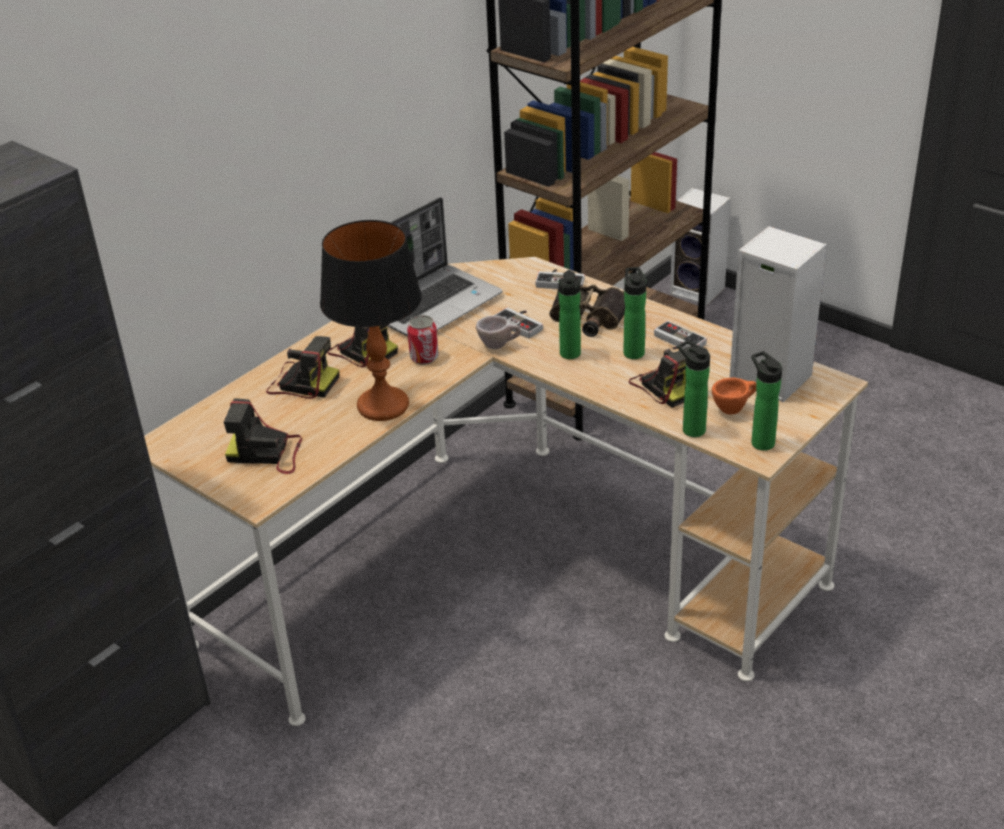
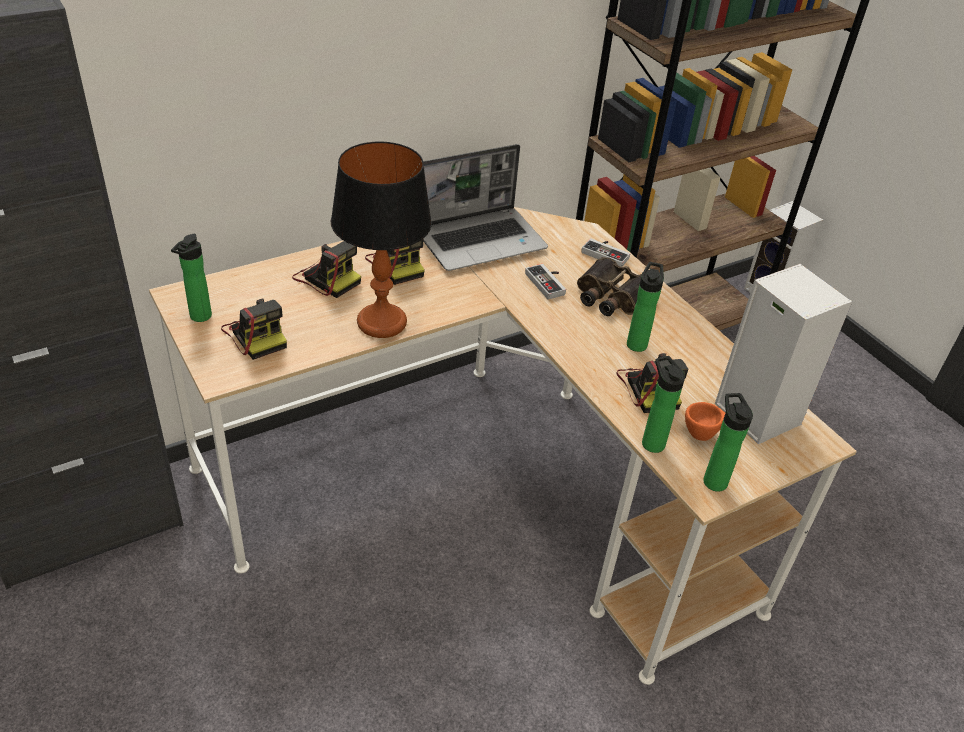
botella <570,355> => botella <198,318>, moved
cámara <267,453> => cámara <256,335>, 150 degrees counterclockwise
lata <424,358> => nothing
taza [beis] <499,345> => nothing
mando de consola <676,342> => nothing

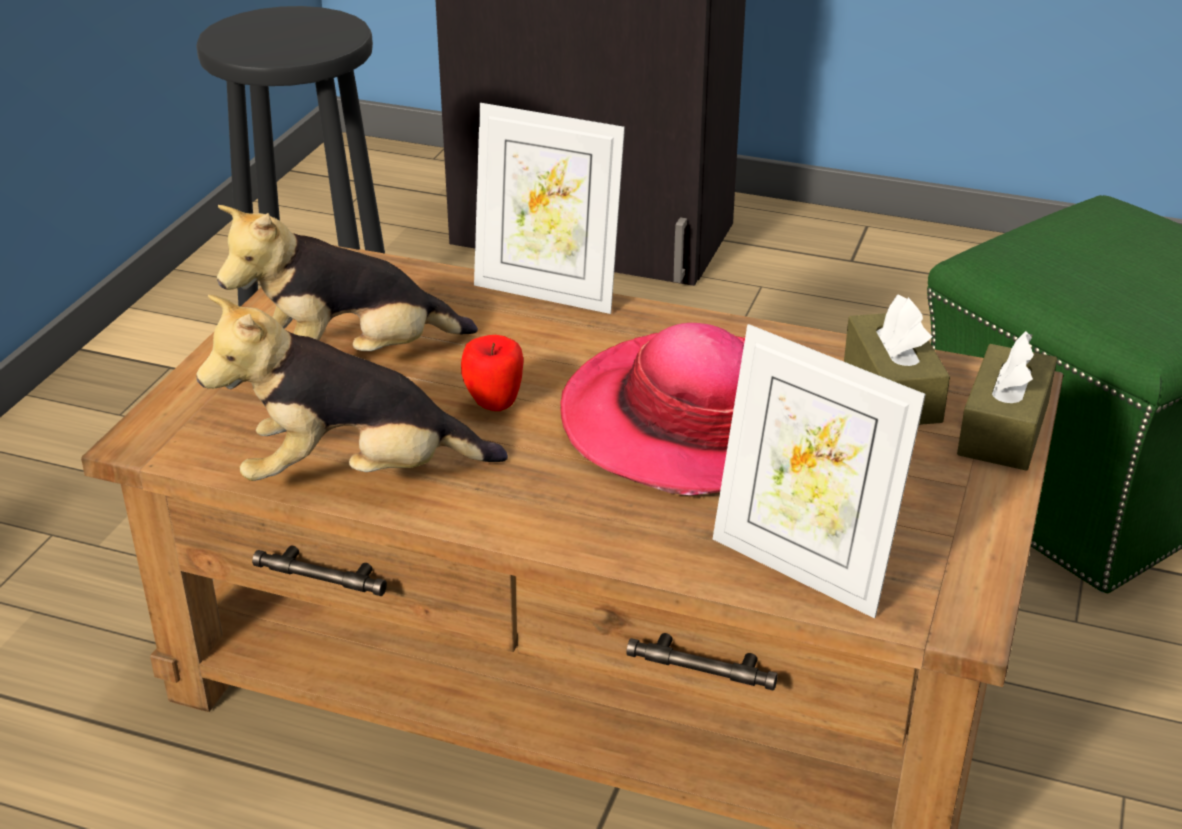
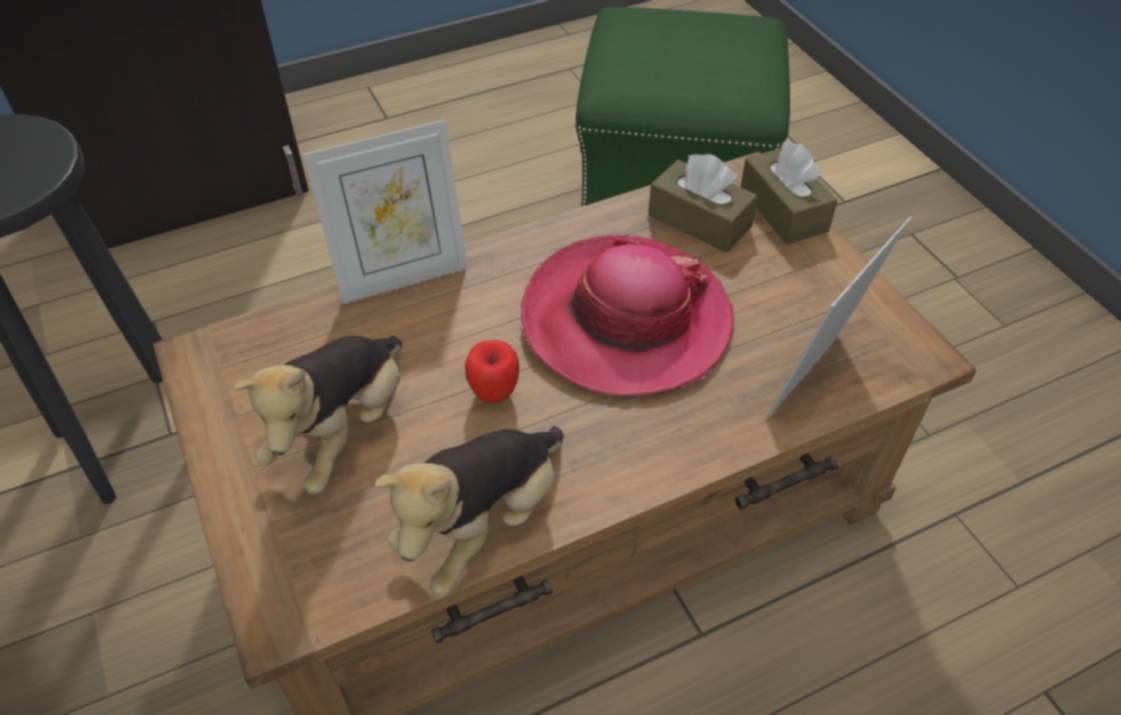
portarretratos <802,567> => portarretratos <816,381>, 135 degrees clockwise

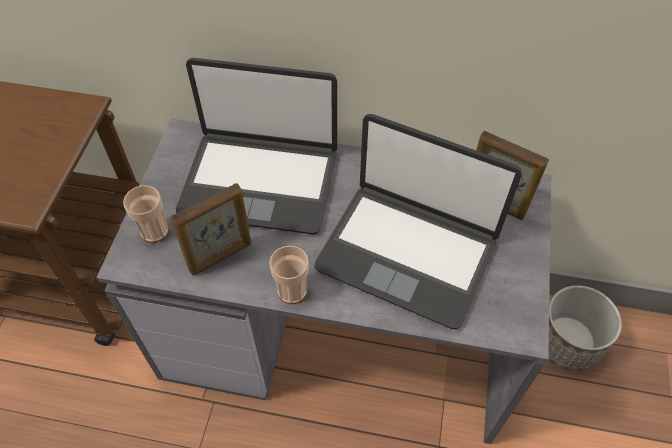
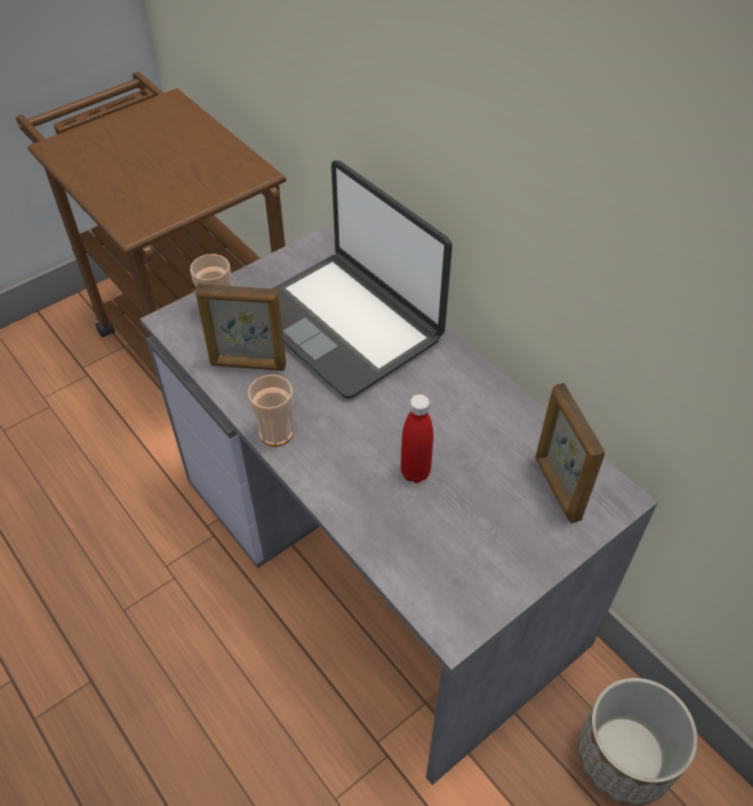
portátil <407,253> => botella [rojo] <415,472>

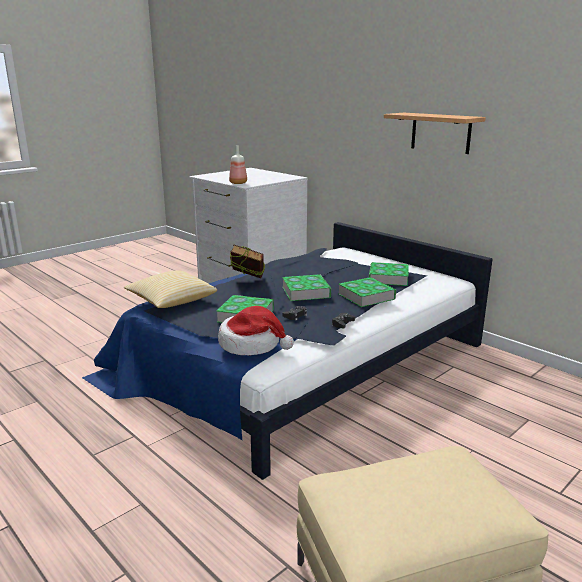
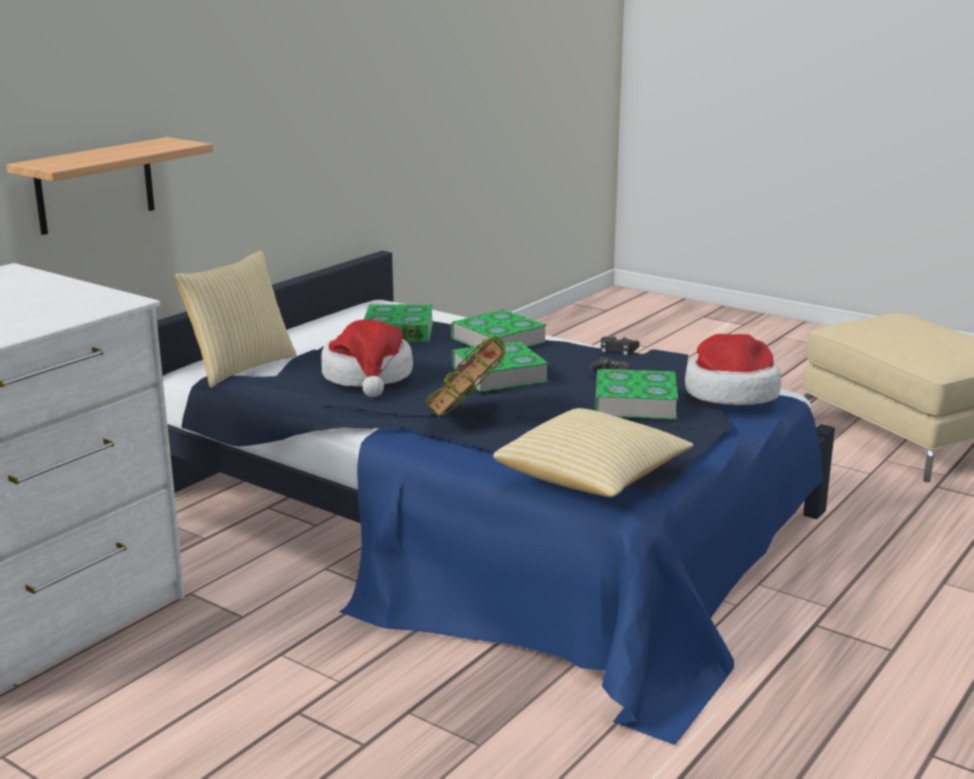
estante <440,133> => estante <95,186>, moved
nothing => cojín <240,368>
nothing => sombrero <368,377>
botella <238,183> => nothing

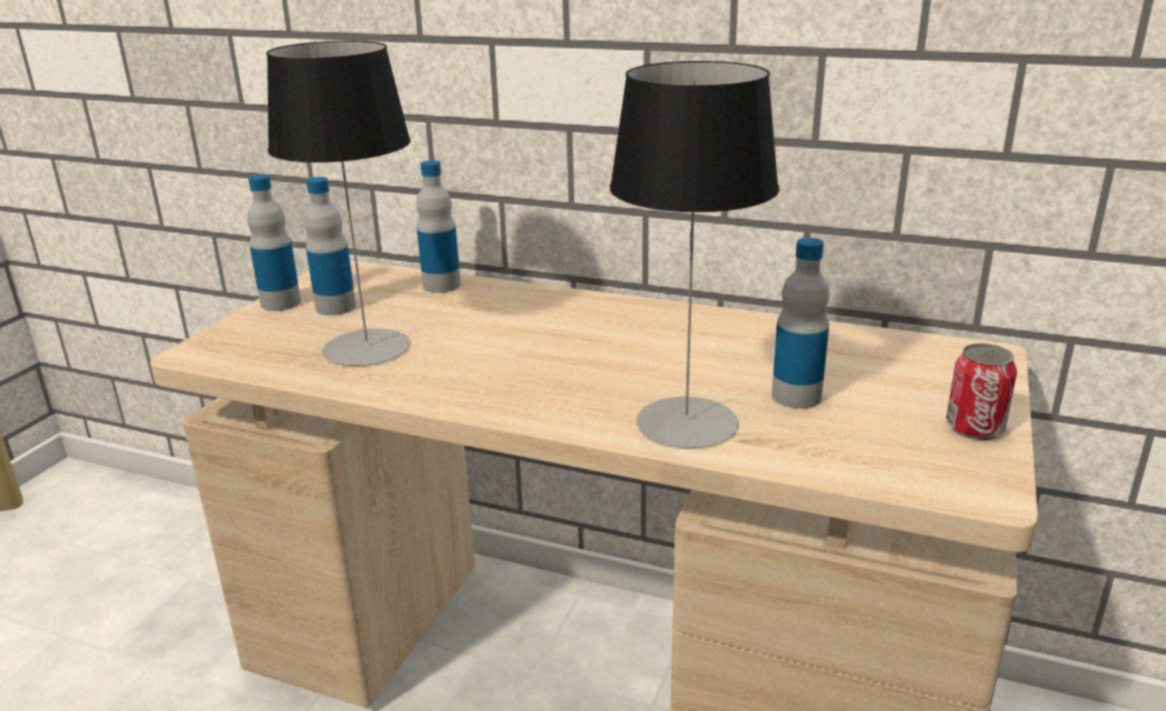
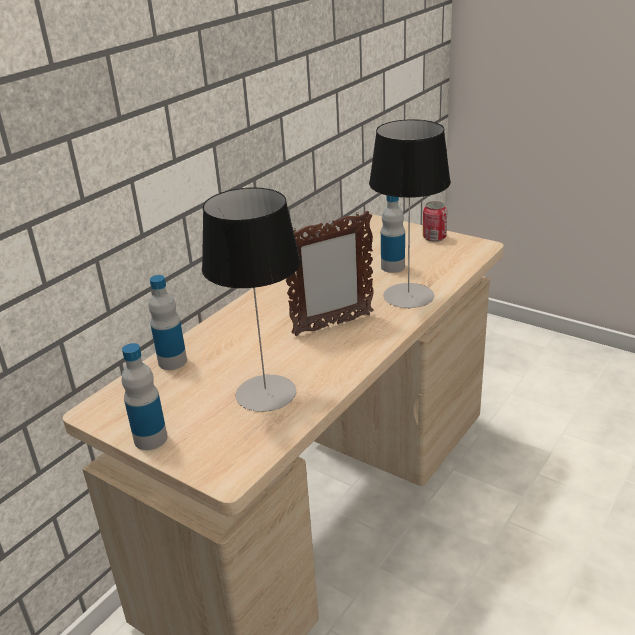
nothing => portarretratos <332,325>
botella <335,307> => nothing

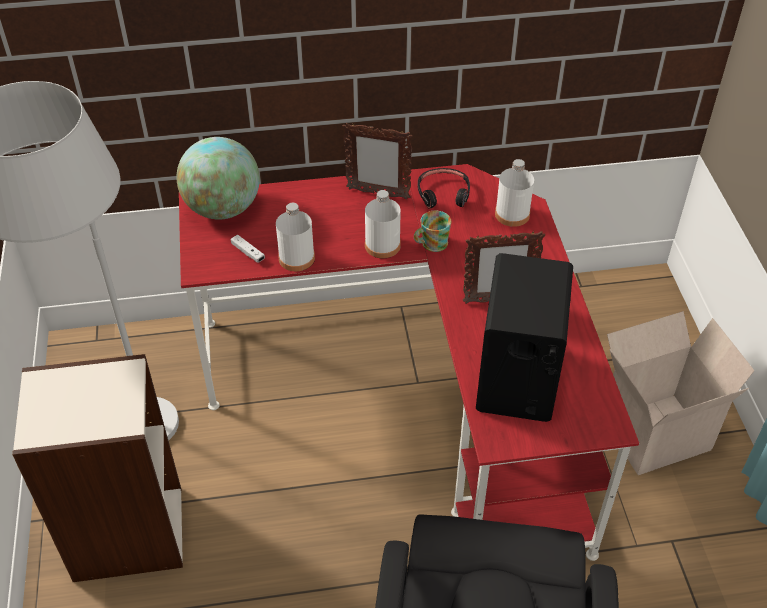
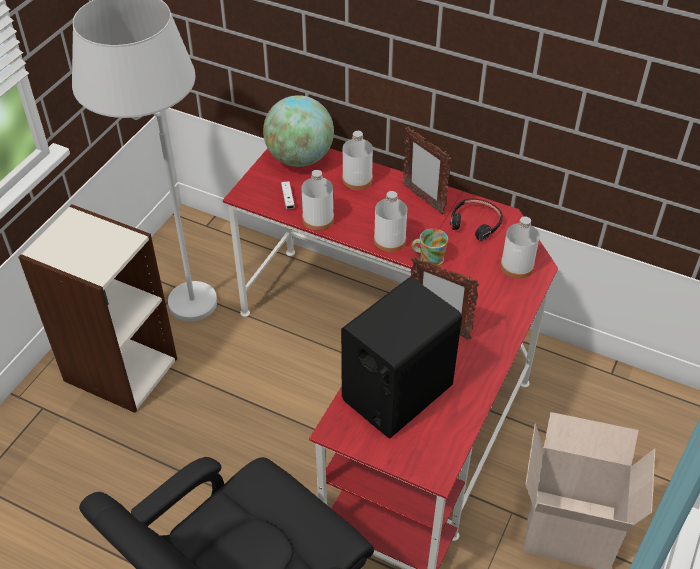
nothing => botella [blanco] <357,180>

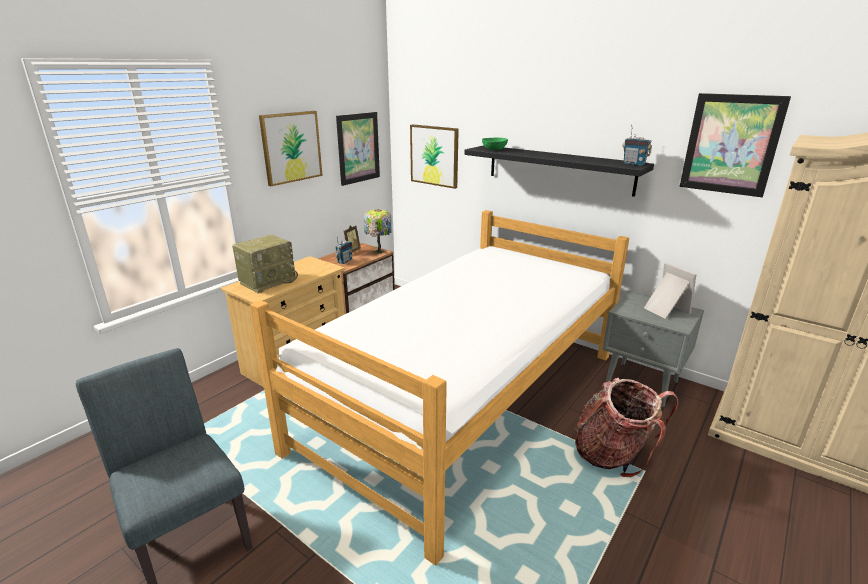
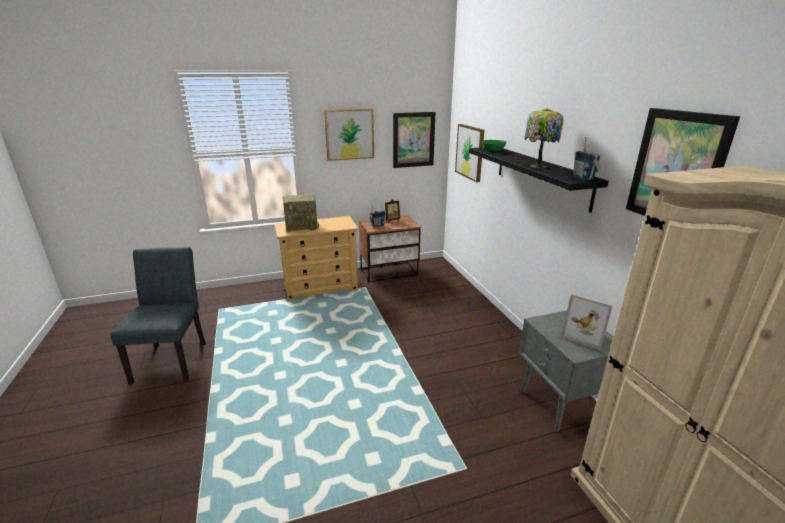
lámpara de mesa <378,252> => lámpara de mesa <537,166>, moved
portarretratos <664,310> => portarretratos <585,335>, 120 degrees clockwise
cama <467,399> => nothing
mochila <613,454> => nothing

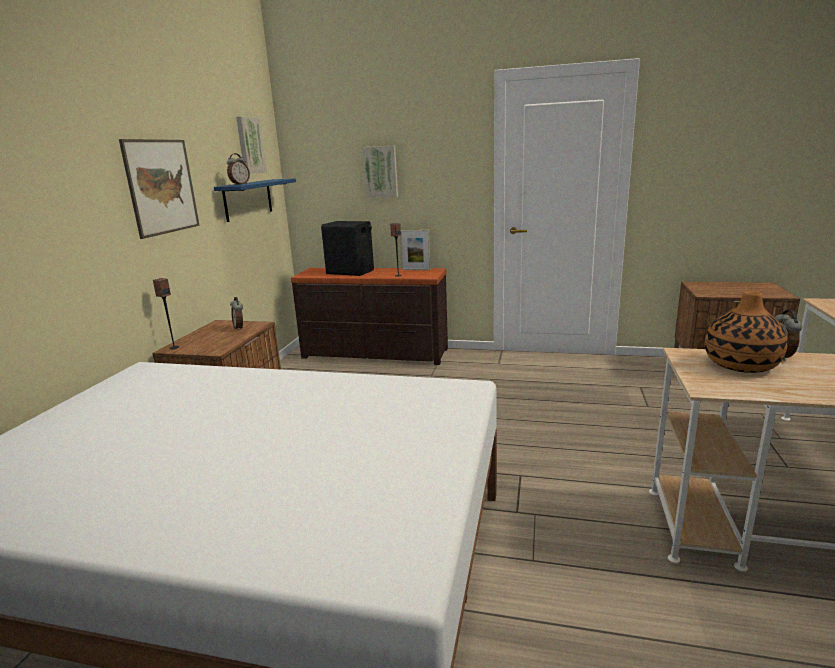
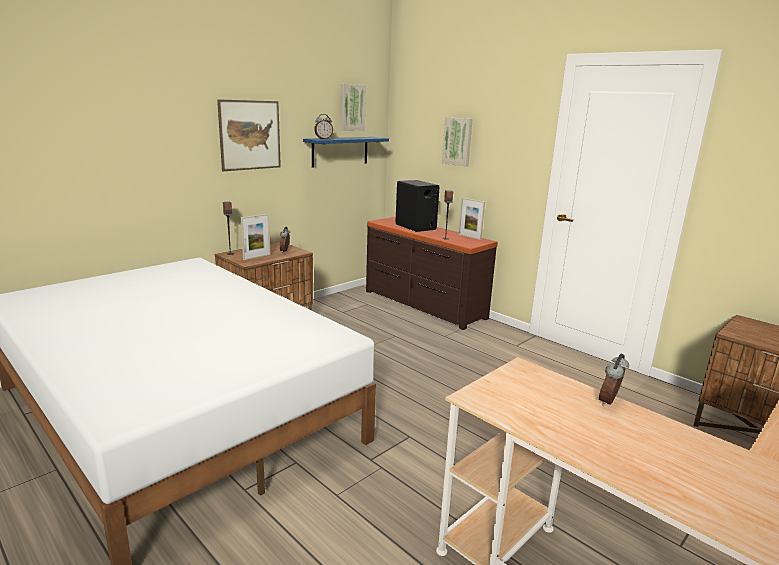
nothing => portarretratos <257,257>
florero <740,364> => nothing

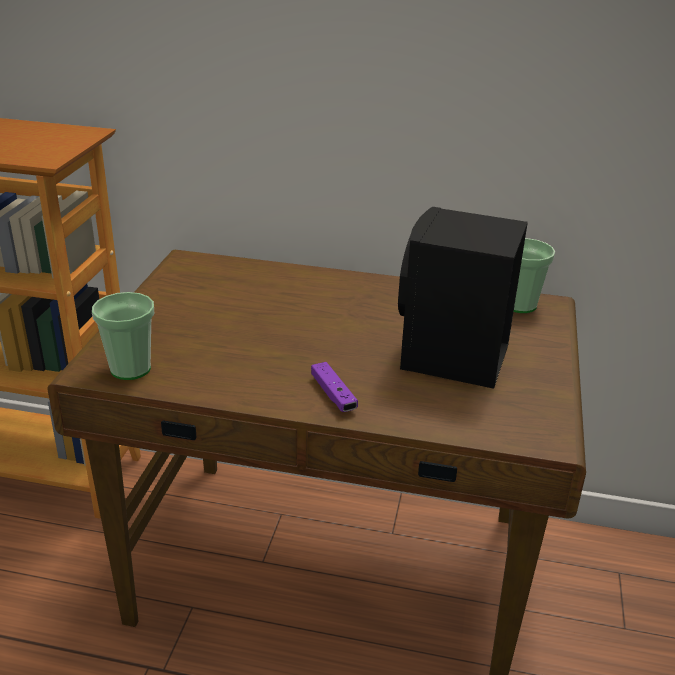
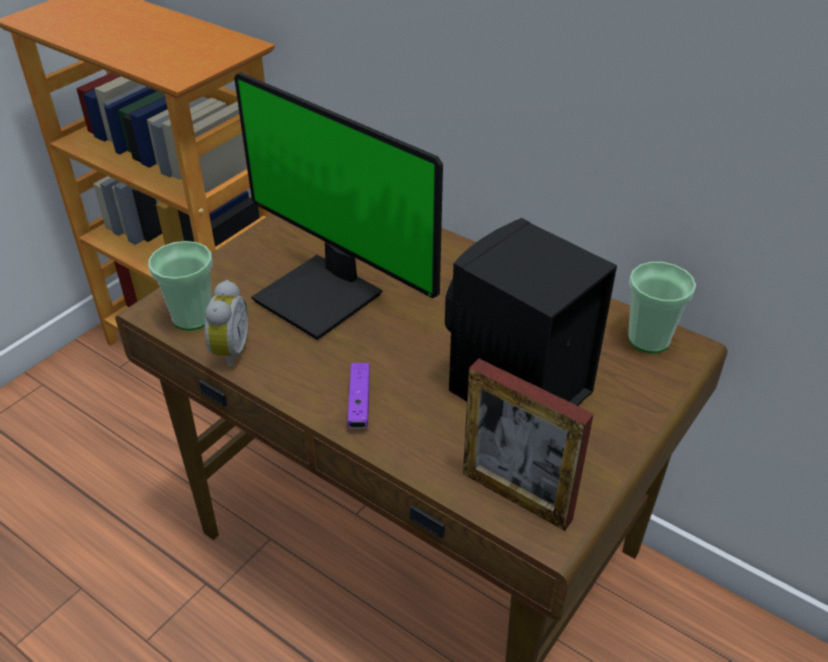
nothing => despertador <228,352>
nothing => monitor <323,296>
nothing => portarretratos <516,496>

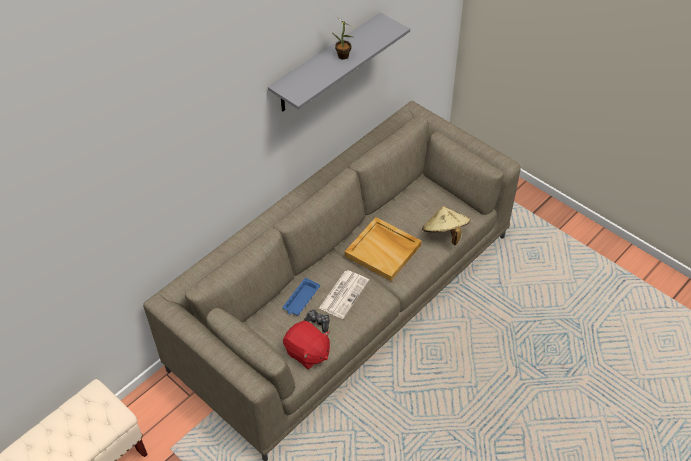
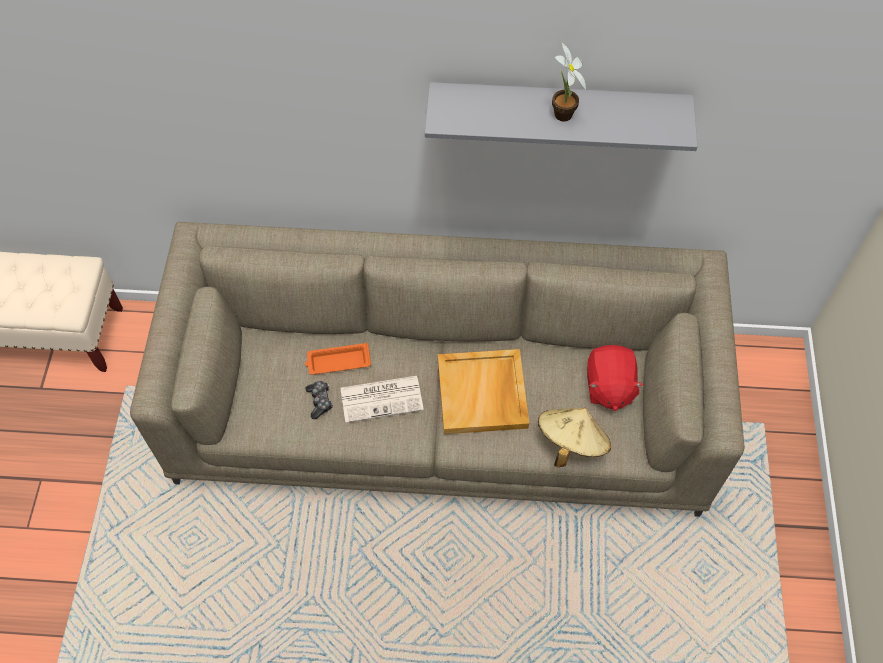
bandeja [azul] <301,299> => bandeja [naranja] <337,361>
peluche [rojo] <307,353> => peluche [rojo] <608,387>, moved

